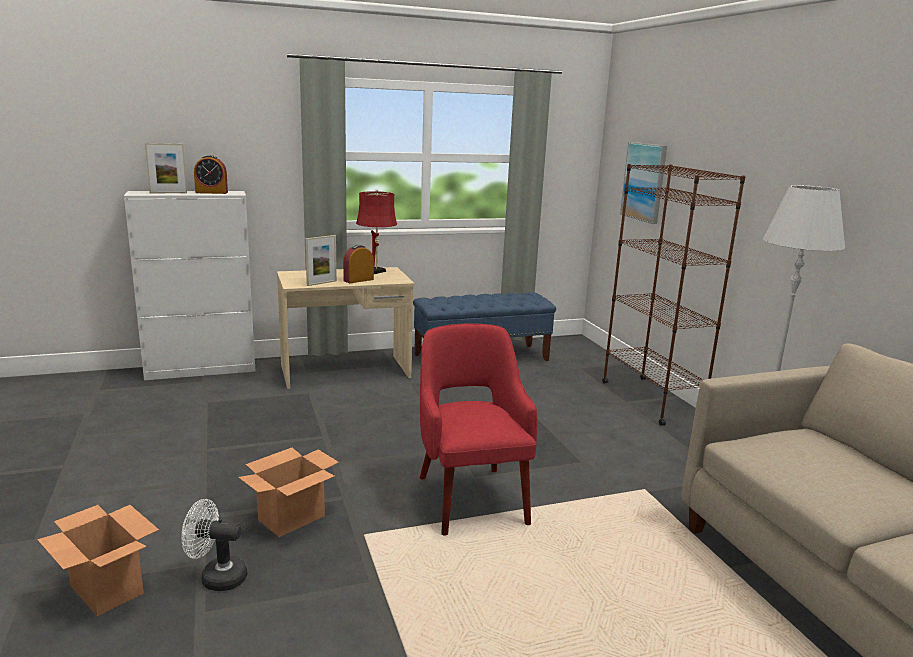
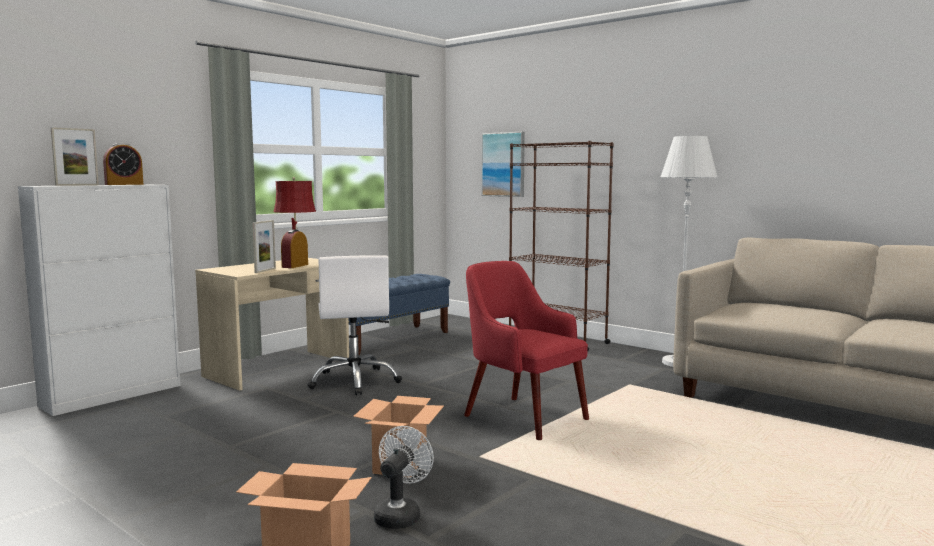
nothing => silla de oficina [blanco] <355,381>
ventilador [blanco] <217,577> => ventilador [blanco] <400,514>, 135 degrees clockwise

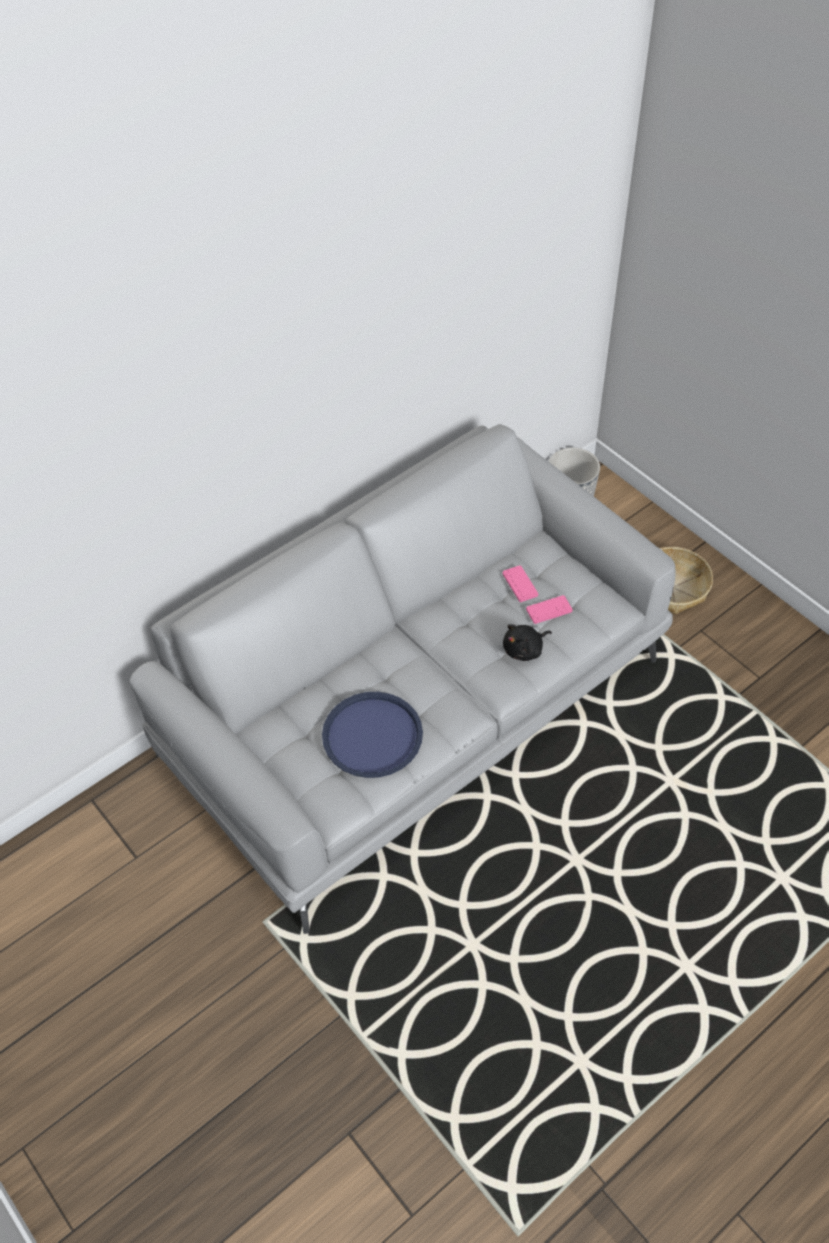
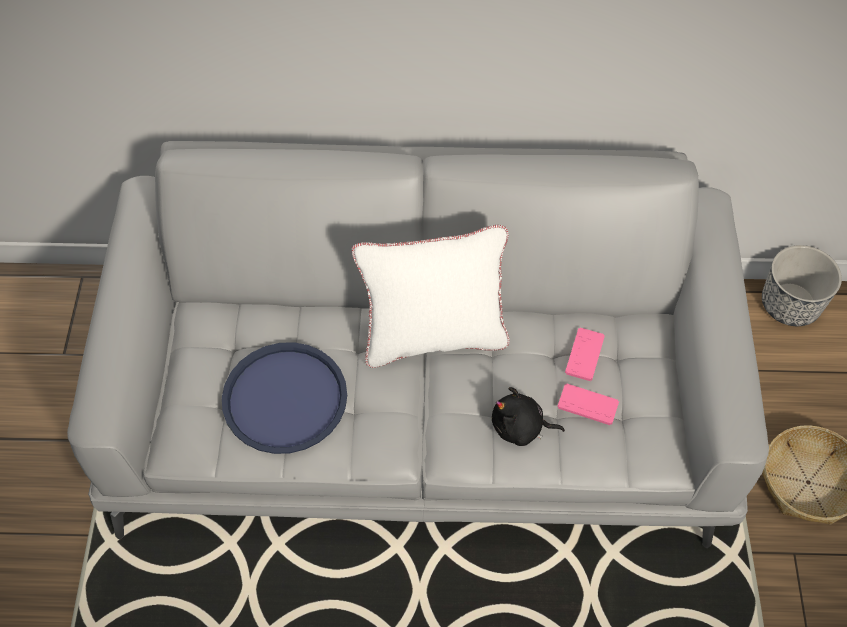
nothing => cojín [blanco] <433,337>

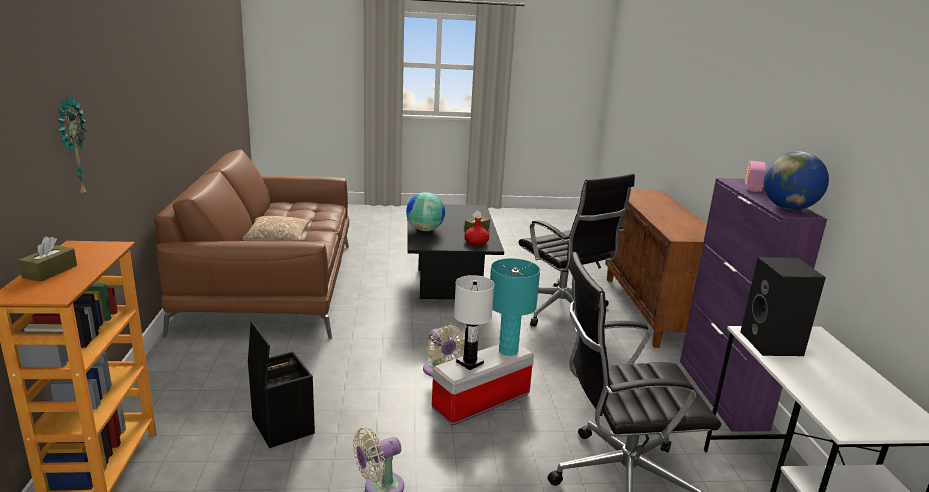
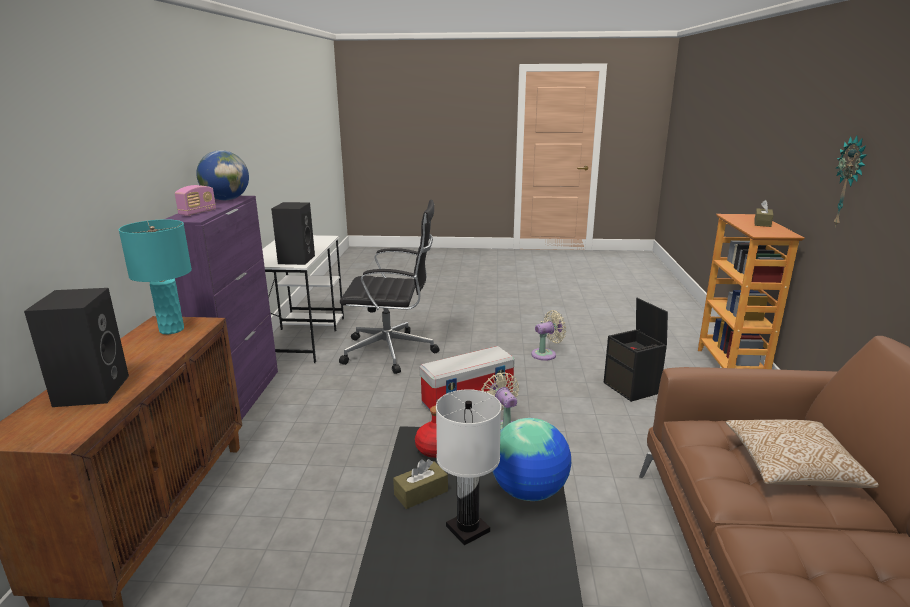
nothing => altavoz [negro] <91,390>
lámpara de mesa [turquesa] <508,350> => lámpara de mesa [turquesa] <171,330>, moved
lámpara de mesa [blanco] <469,362> => lámpara de mesa [blanco] <468,529>, moved
silla de oficina [negro] <562,311> => nothing

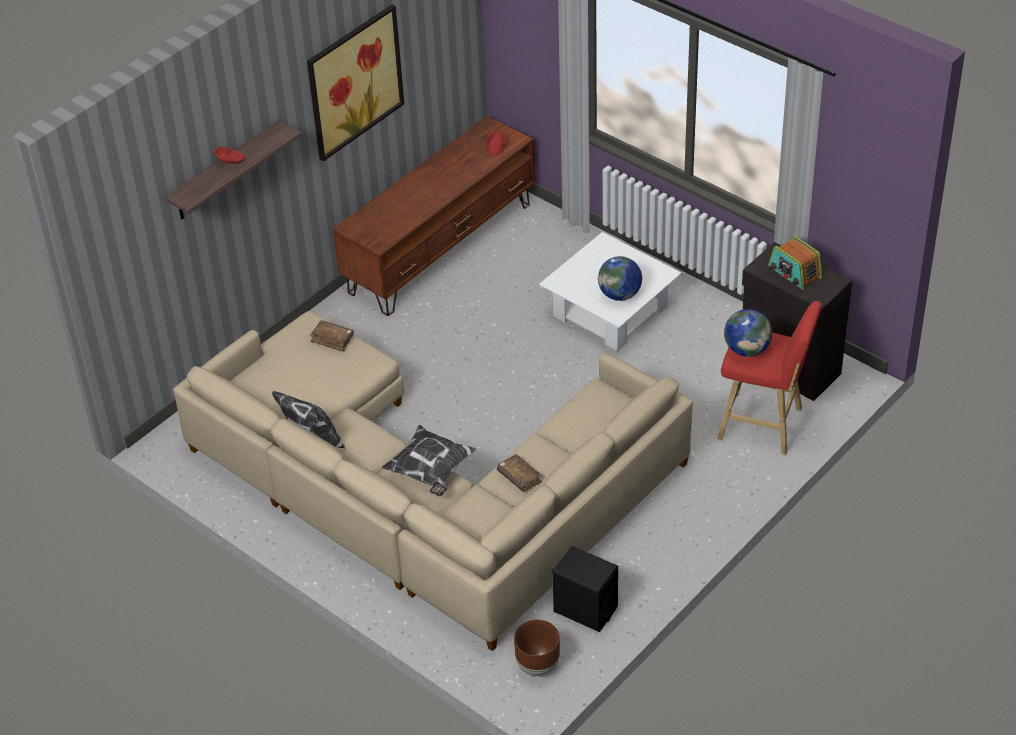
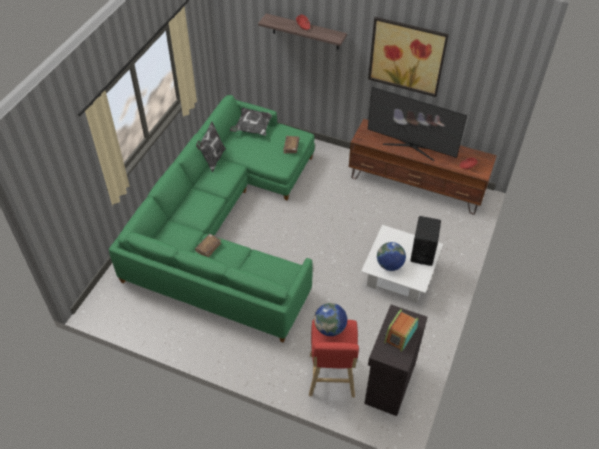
sofá [beis] <425,491> => sofá [verde] <226,226>
cojín <430,471> => cojín <252,128>, moved
nothing => televisor <410,147>
altavoz [negro] <585,609> => altavoz [negro] <422,252>, moved
maceta [marrón] <537,665> => nothing

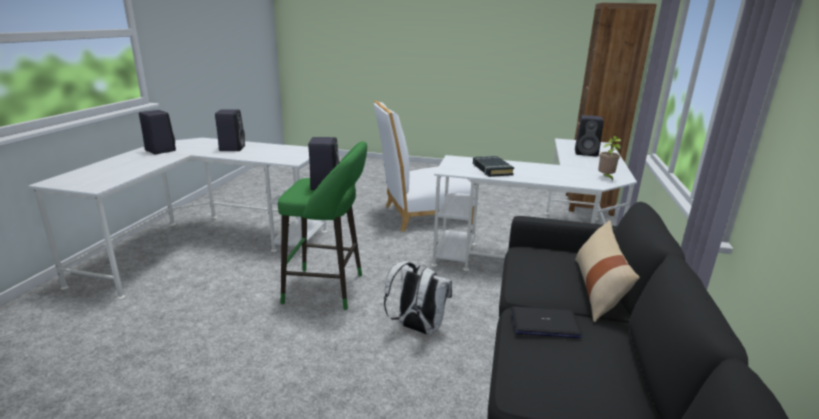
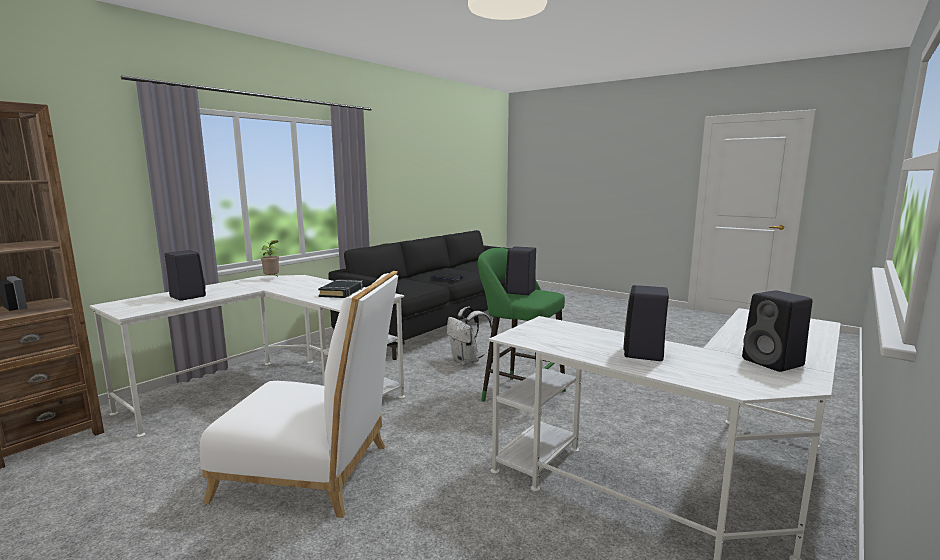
cojín [beis] <598,289> => nothing

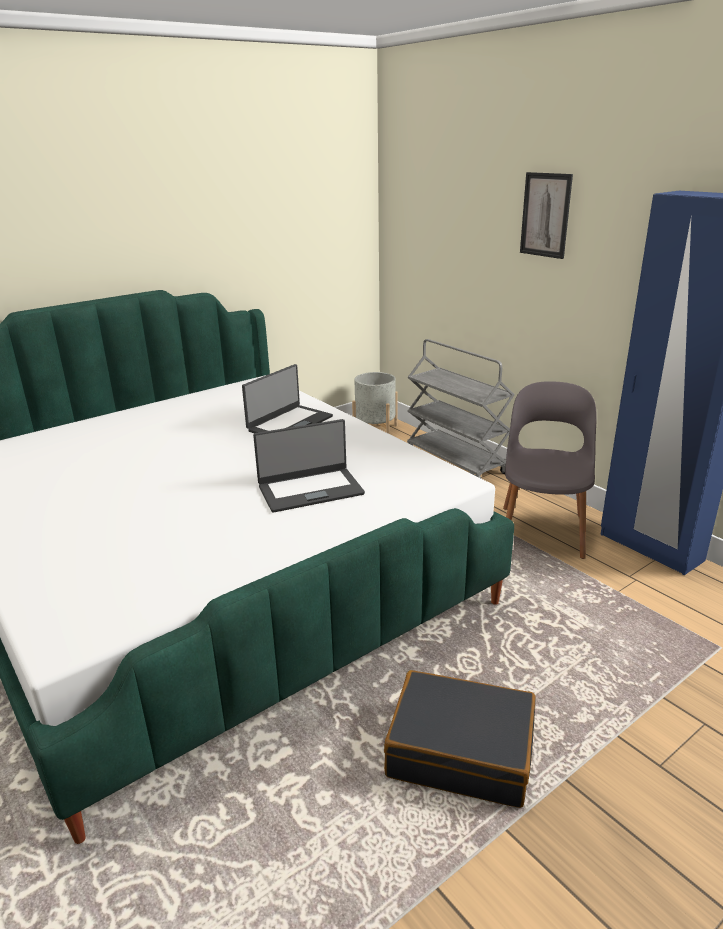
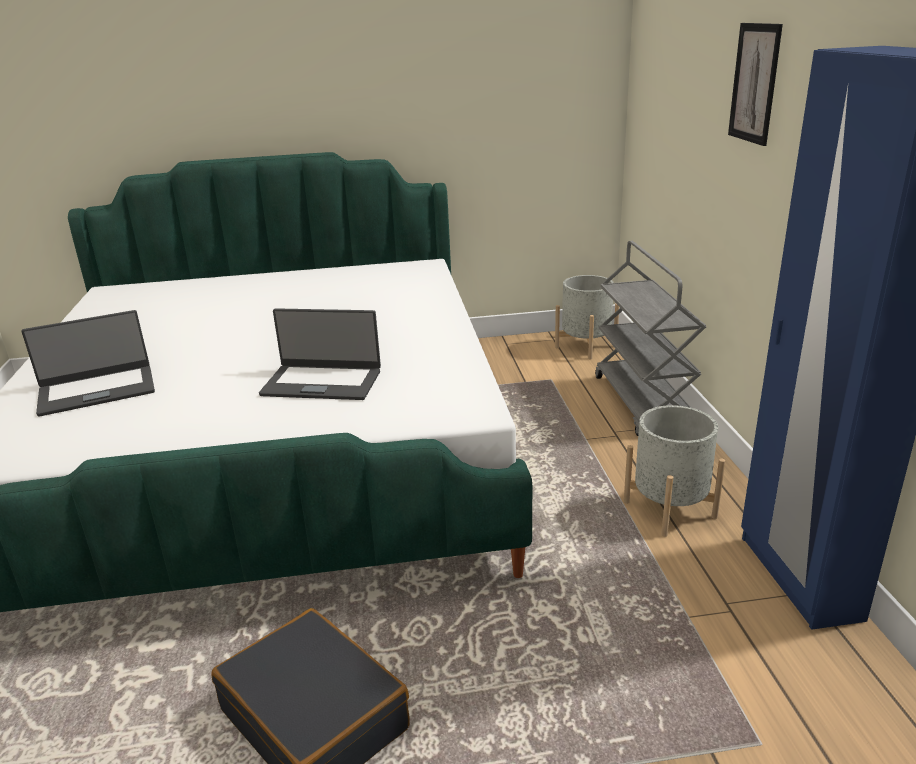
portátil <289,423> => portátil <97,390>, moved
silla [gris] <542,529> => maceta [gris] <669,509>

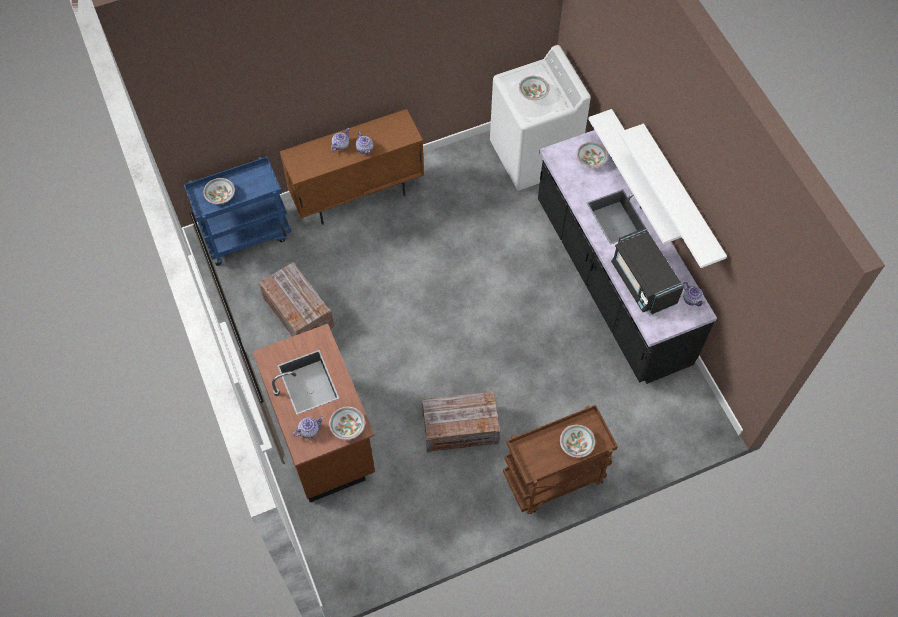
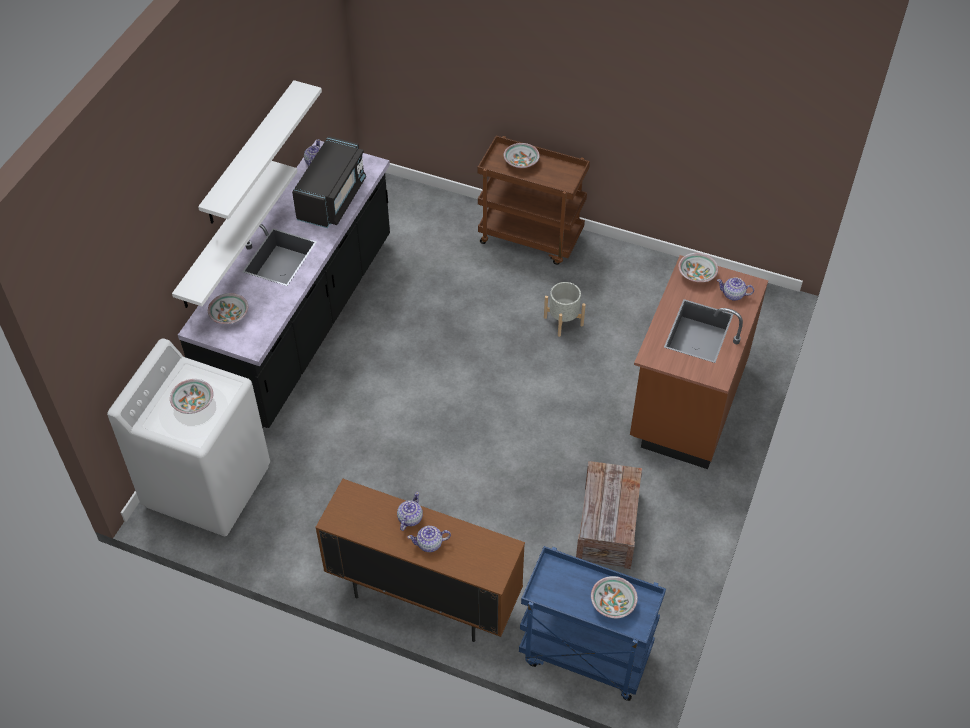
caja de embalaje <459,428> => maceta [gris] <563,321>

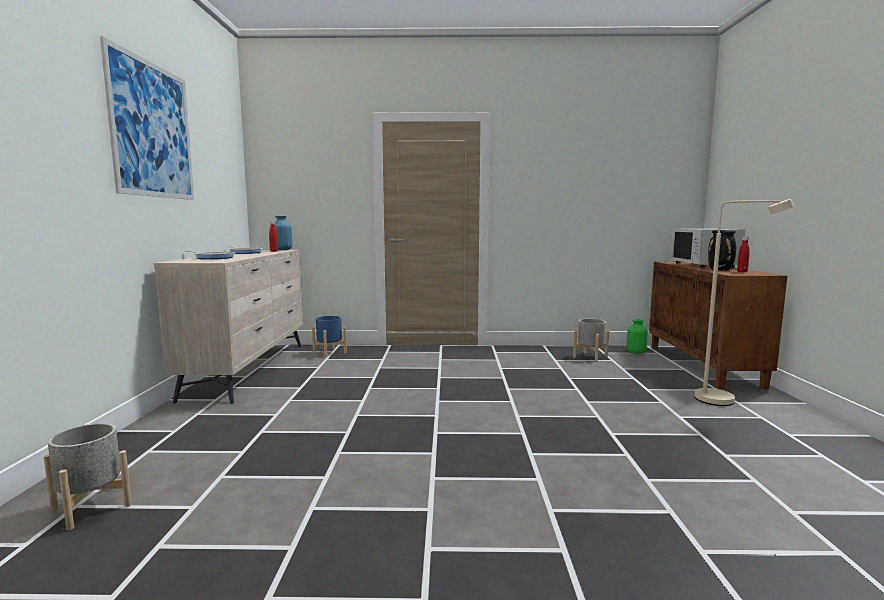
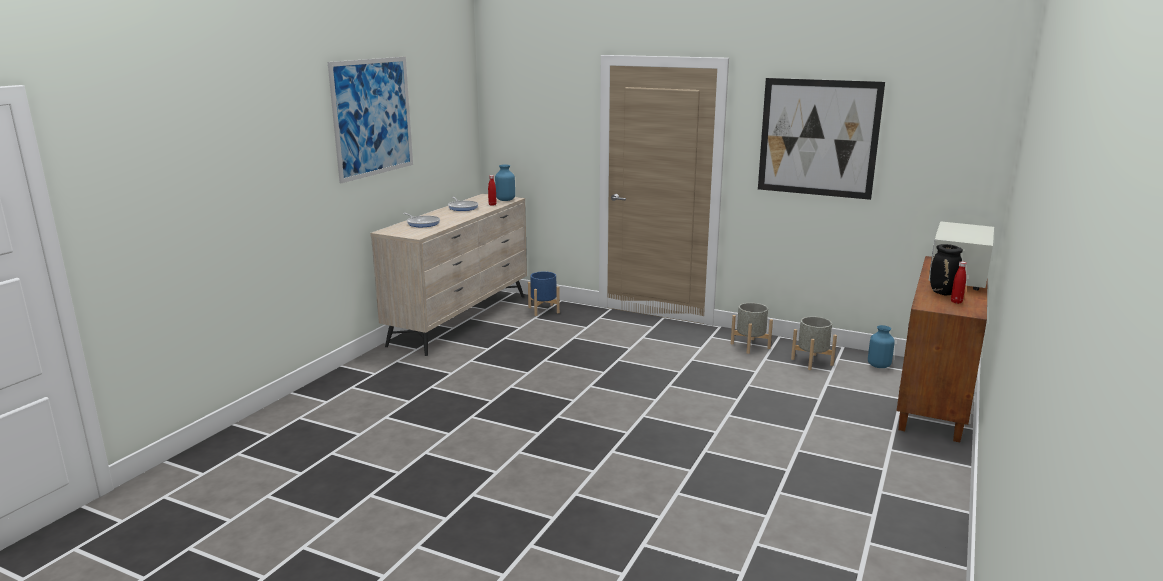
maceta [gris] <91,507> => maceta [gris] <750,346>, moved
nothing => cuadro <818,138>
florero [verde] <636,352> => florero [azul] <879,365>
lámpara de pie [beis] <725,401> => nothing

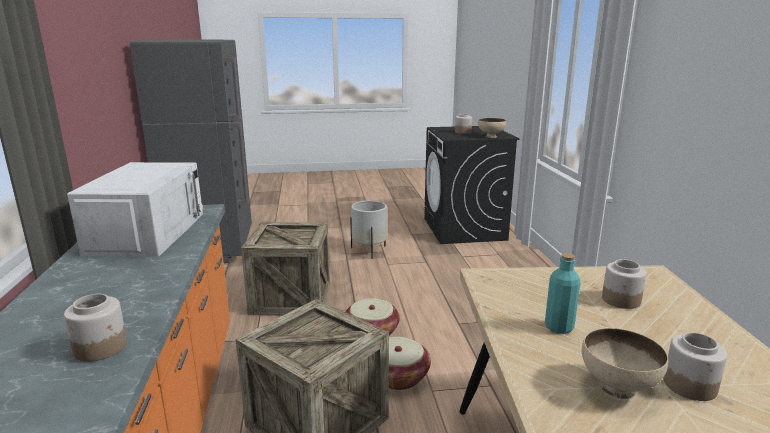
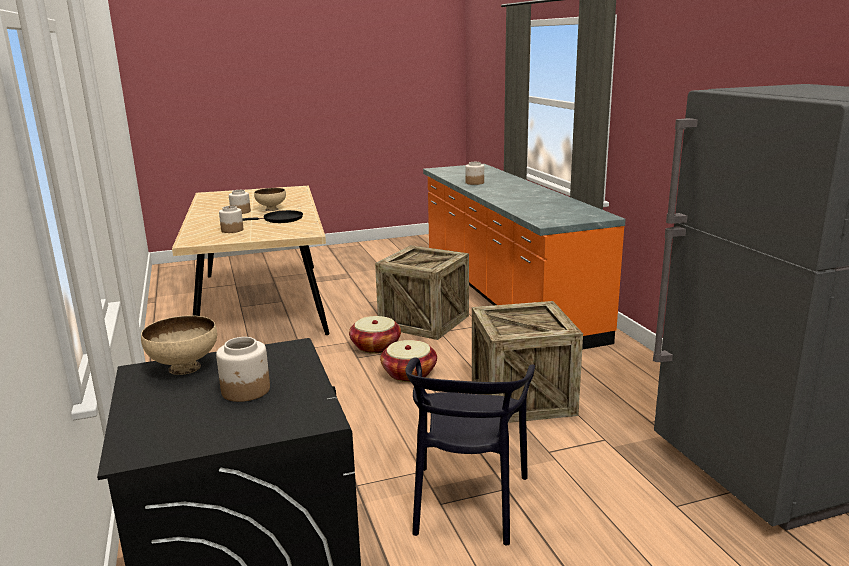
botella [turquesa] <559,327> => sartén [negro] <280,219>
maceta [blanco] <369,250> => silla [negro] <467,502>
microondas [blanco] <147,232> => nothing

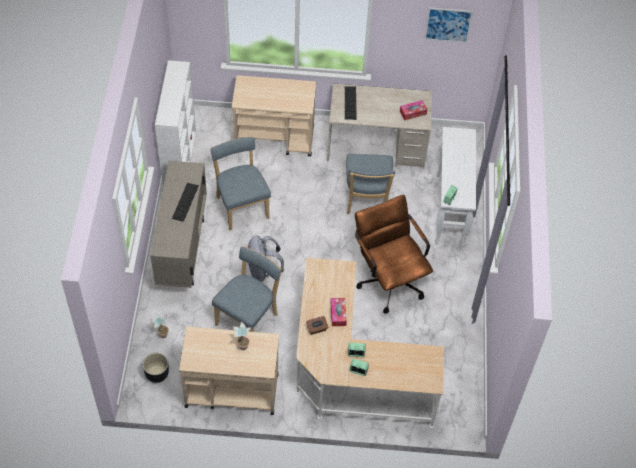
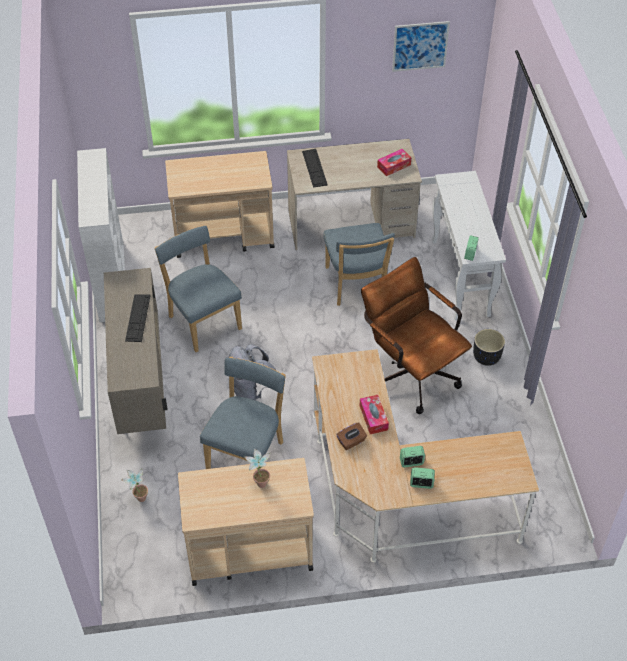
maceta [negro] <157,374> => maceta [negro] <487,356>, moved

